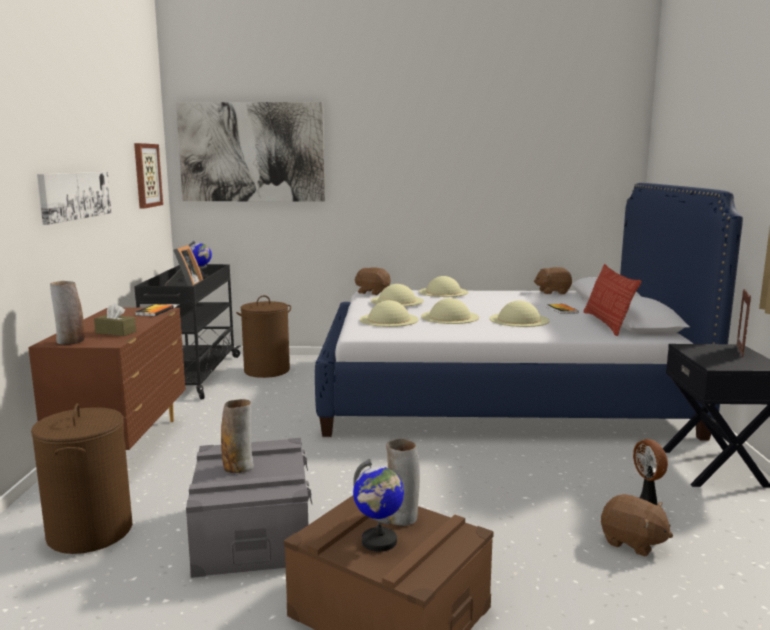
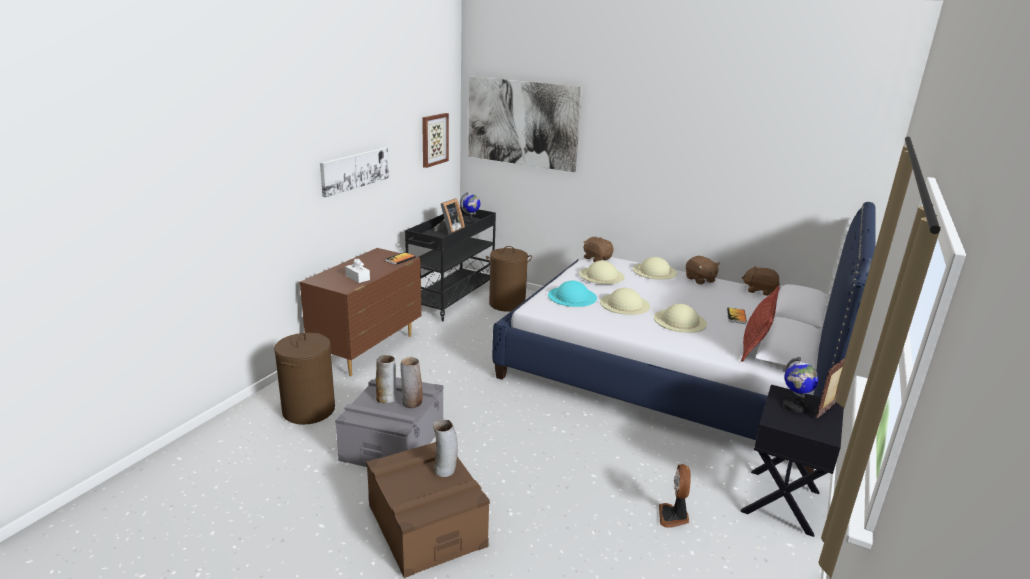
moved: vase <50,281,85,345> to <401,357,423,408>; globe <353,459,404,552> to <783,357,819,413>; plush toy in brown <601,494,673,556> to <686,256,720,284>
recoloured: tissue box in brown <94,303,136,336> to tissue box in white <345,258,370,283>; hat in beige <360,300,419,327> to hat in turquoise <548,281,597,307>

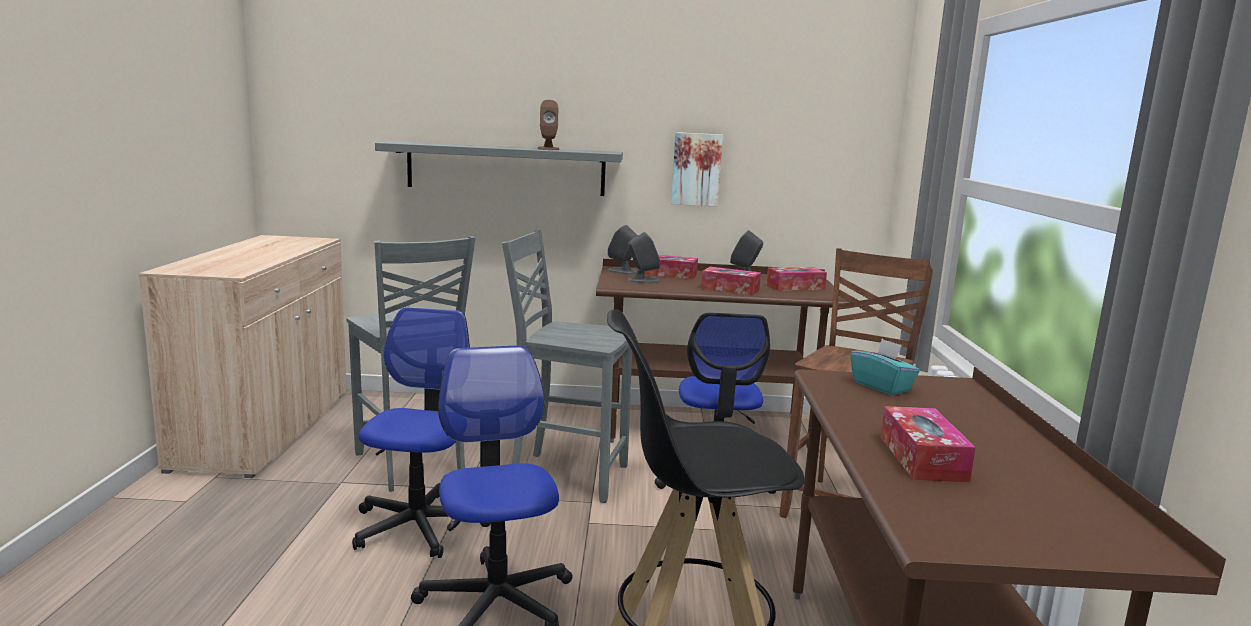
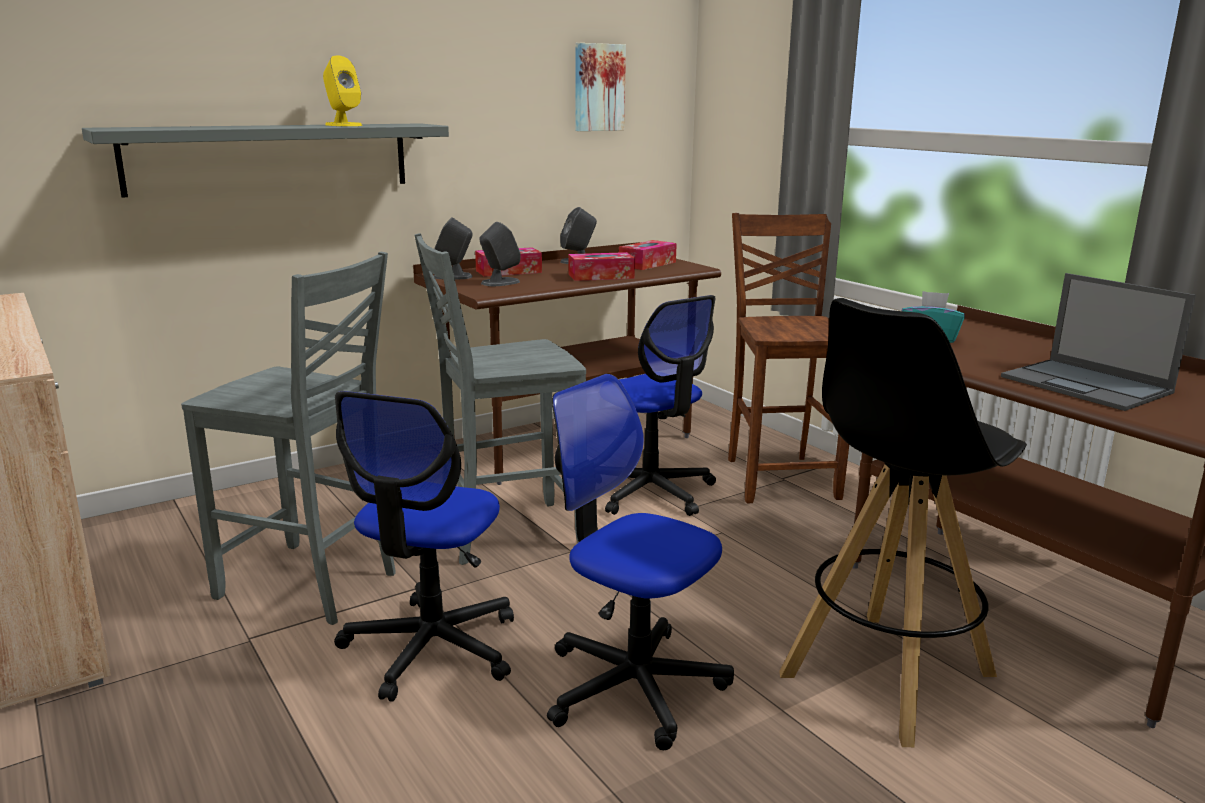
moved: picture <671,132,723,207> to <575,43,626,131>
replaced: tissue box <881,406,976,482> to laptop <1001,273,1196,411>
recoloured: speaker in brown <537,100,560,150> to speaker in yellow <323,55,362,126>
turned: office chair <352,307,491,558> = <334,391,514,702> 135 degrees counterclockwise

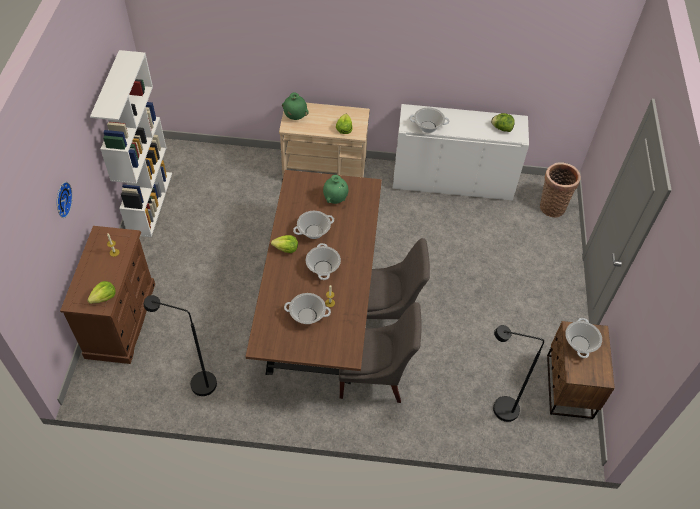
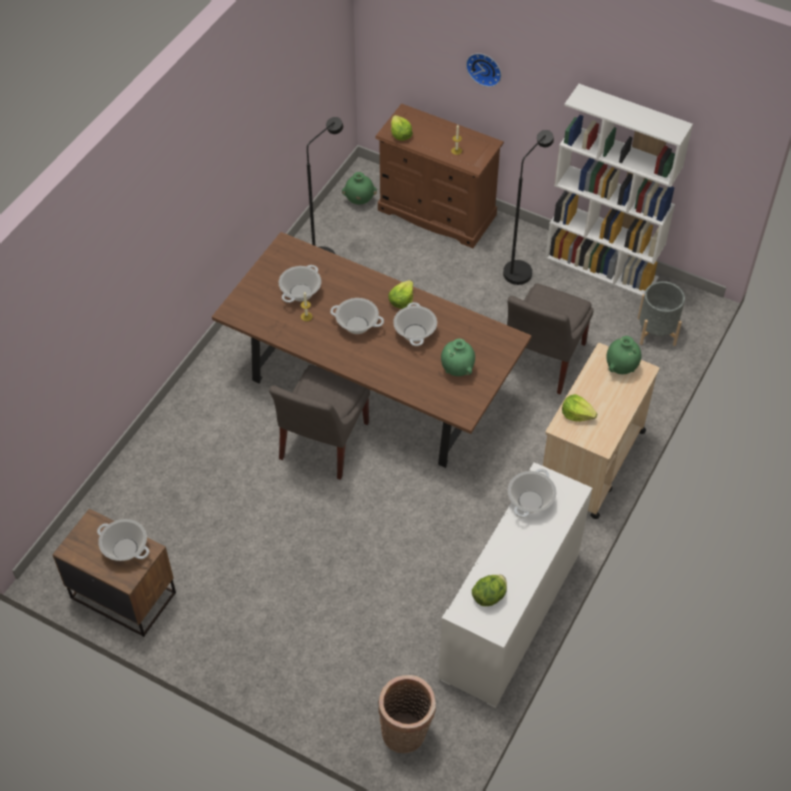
added: vase in green <342,172,377,204>; planter in grey <638,281,685,346>
moved: chair in grey <339,302,421,403> to <507,283,594,394>; floor lamp in black <493,325,544,422> to <503,130,554,285>

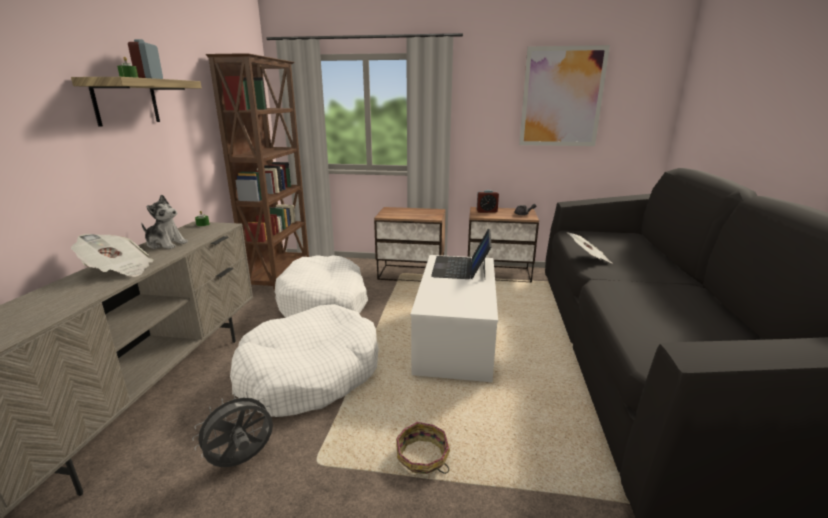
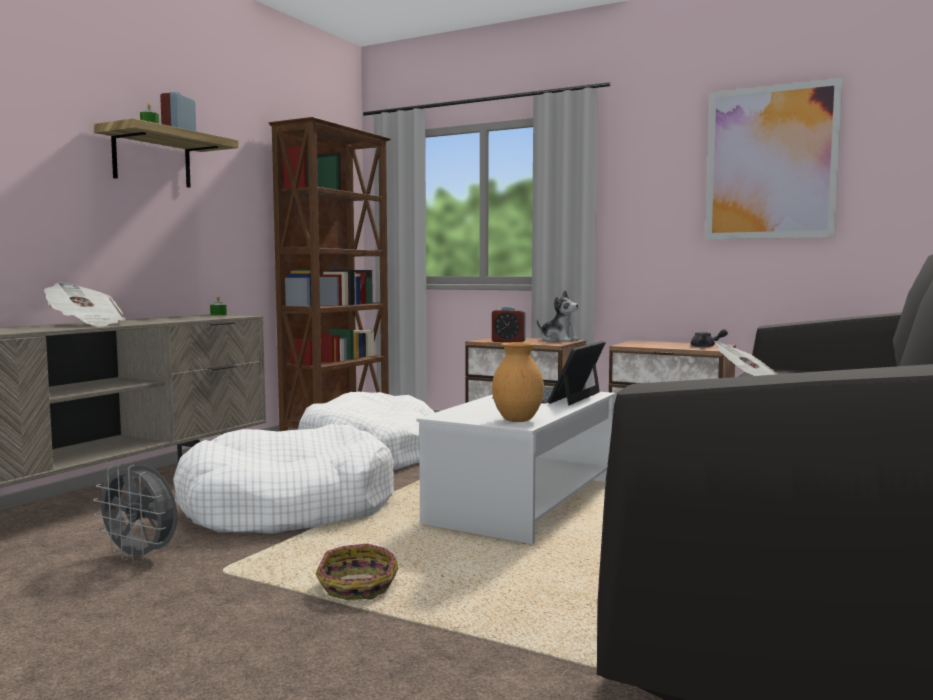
added: vase in brown <492,342,544,422>
moved: plush toy <141,195,188,249> to <537,290,580,342>; alarm clock <477,190,499,213> to <492,307,526,342>
turned: fan in grey <192,392,273,467> = <93,463,177,563> 135 degrees counterclockwise

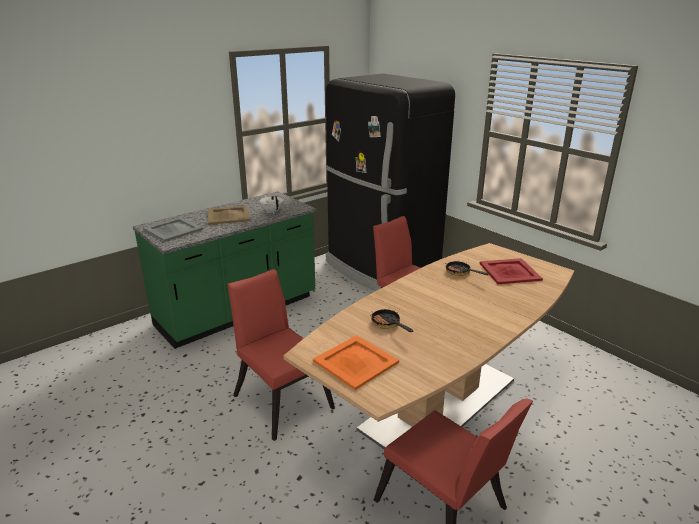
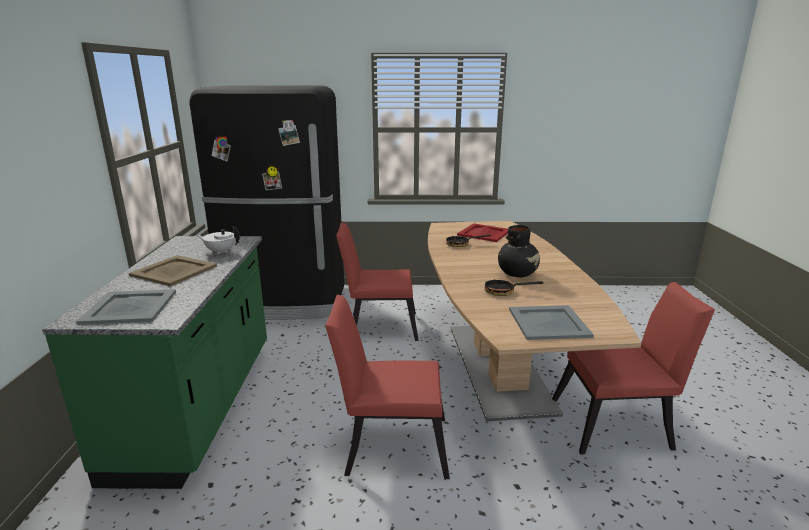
added: vase in black <498,225,540,277>
recoloured: tray in orange <313,335,399,390> to tray in grey <509,305,594,340>

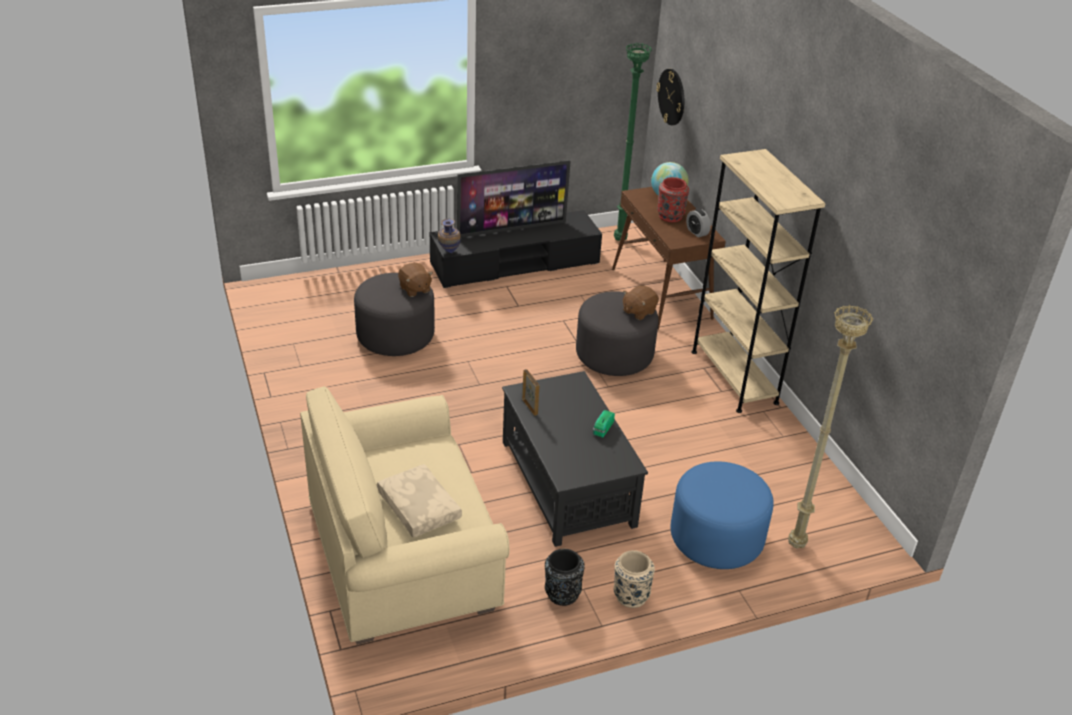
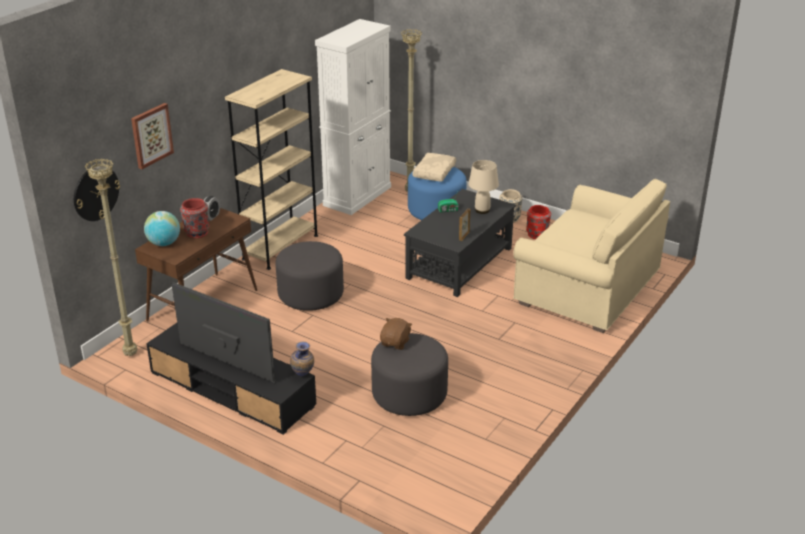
removed: plush toy in brown <623,285,659,320>
added: picture <131,103,174,169>; cabinet in white <315,19,391,215>; table lamp in beige <469,160,499,214>
moved: pillow in beige <377,464,462,537> to <413,153,456,182>
recoloured: vase in black <545,549,585,606> to vase in red <526,205,551,239>; floor lamp in green <614,43,652,241> to floor lamp in beige <85,159,138,356>

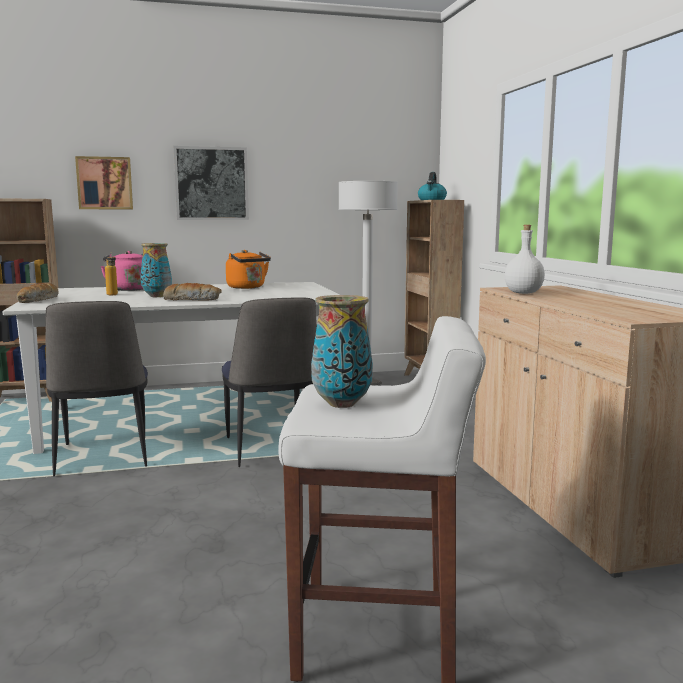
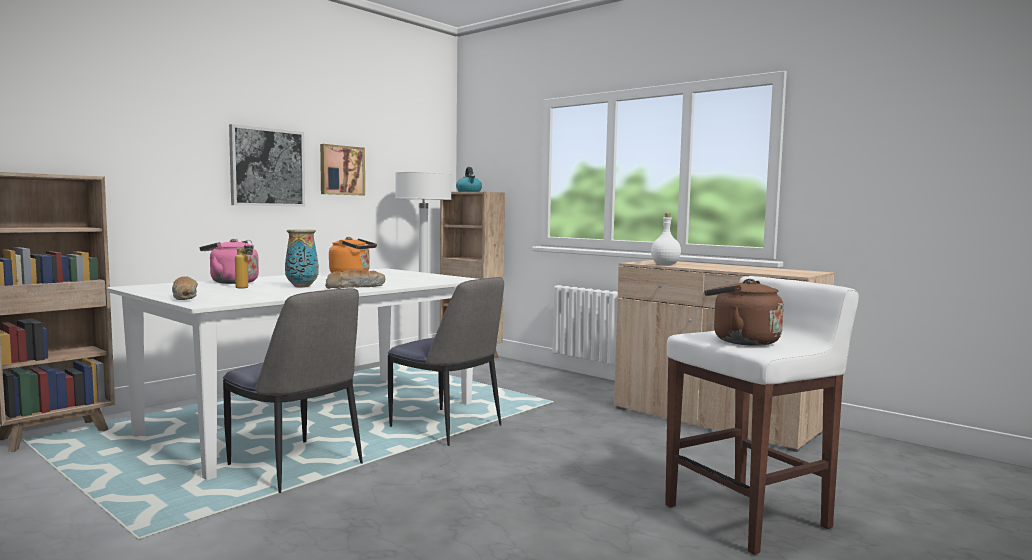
moved: picture <75,156,133,209> to <320,144,365,195>
replaced: vase <311,295,373,408> to kettle in brown <704,279,784,346>

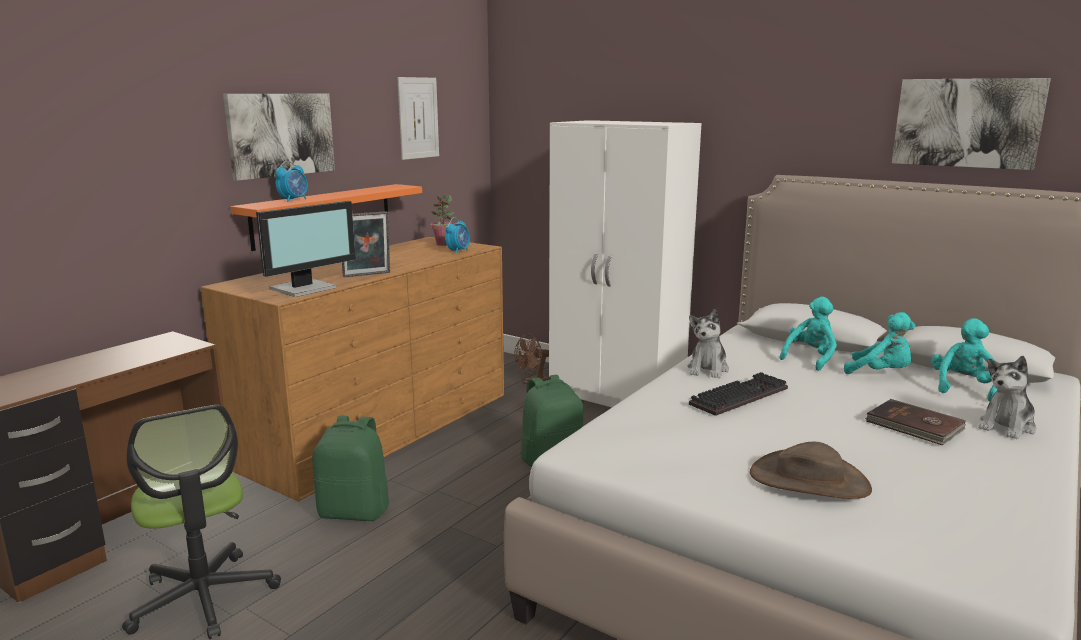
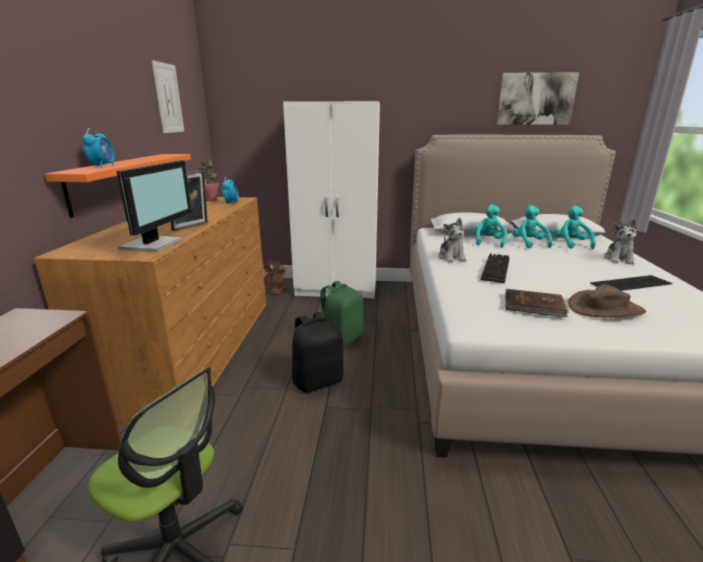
removed: picture <223,94,335,181>; backpack in green <312,415,389,521>
added: backpack in black <292,312,344,393>; keyboard <590,275,672,291>
moved: book in brown <865,399,966,445> to <505,289,570,317>
turned: plush toy in turquoise <844,312,915,374> = <512,205,552,248> 105 degrees counterclockwise

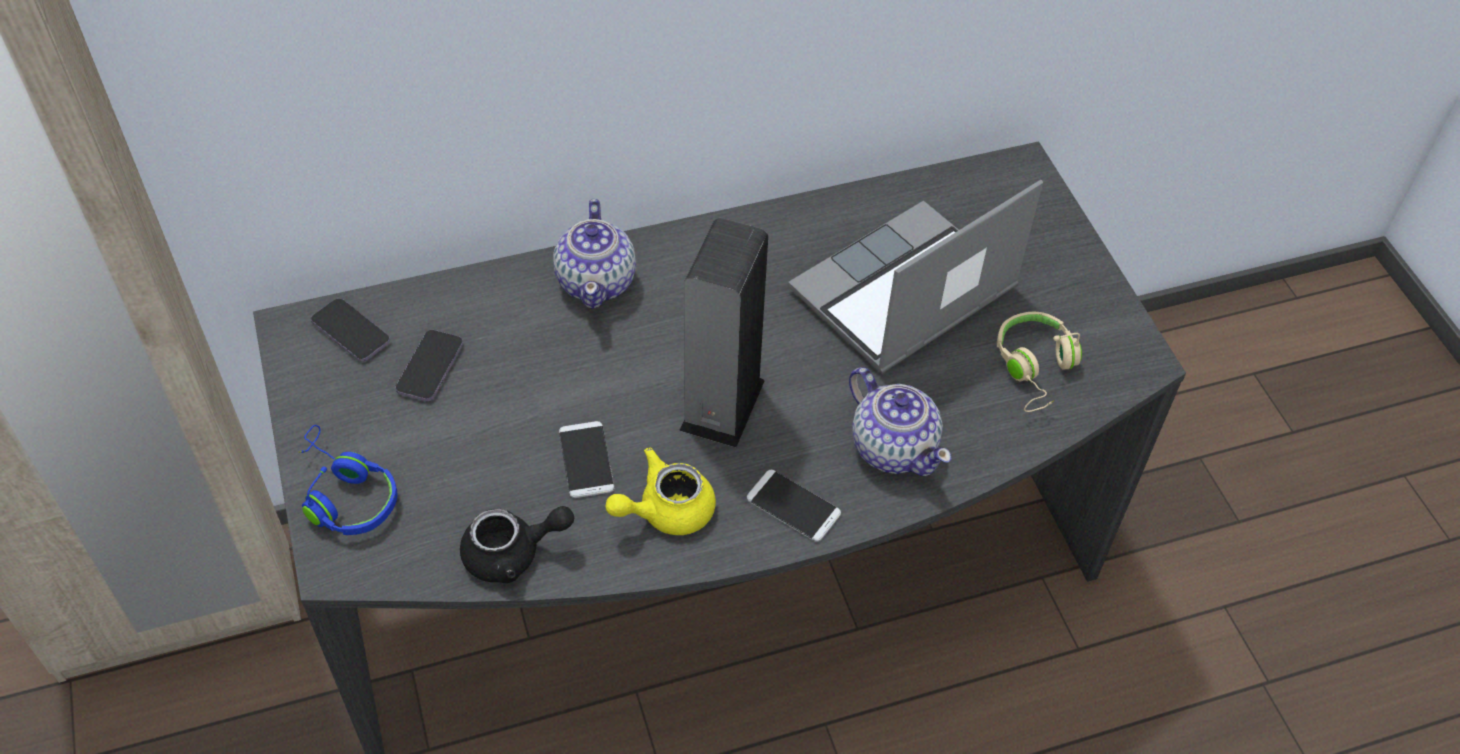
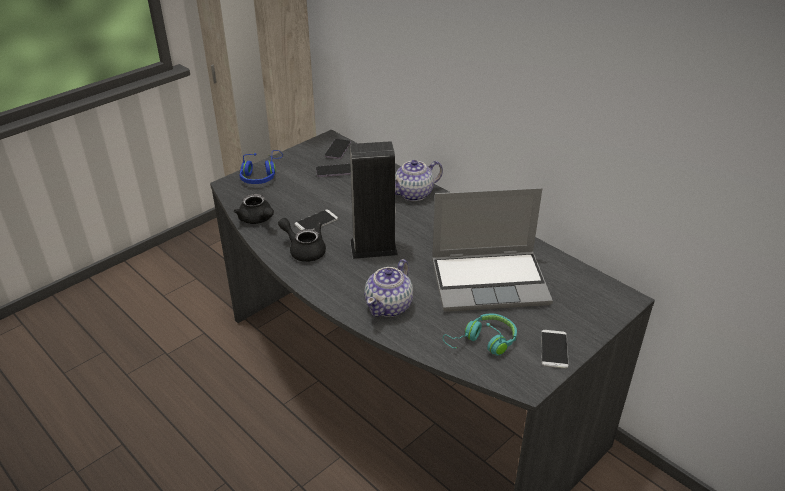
moved: phone <747,470,841,542> to <541,330,569,368>
recoloured: teapot in yellow <606,448,716,535> to teapot in black <278,218,326,262>; headphones in beige <997,312,1082,412> to headphones in turquoise <443,314,517,356>
turned: laptop <788,180,1043,373> = <432,188,553,312> 150 degrees clockwise

